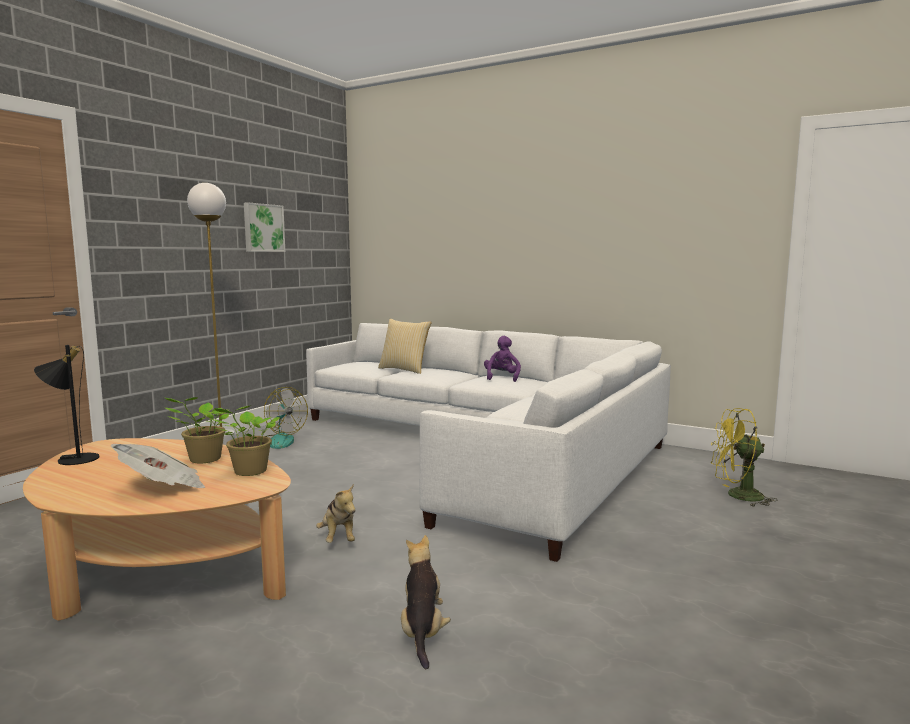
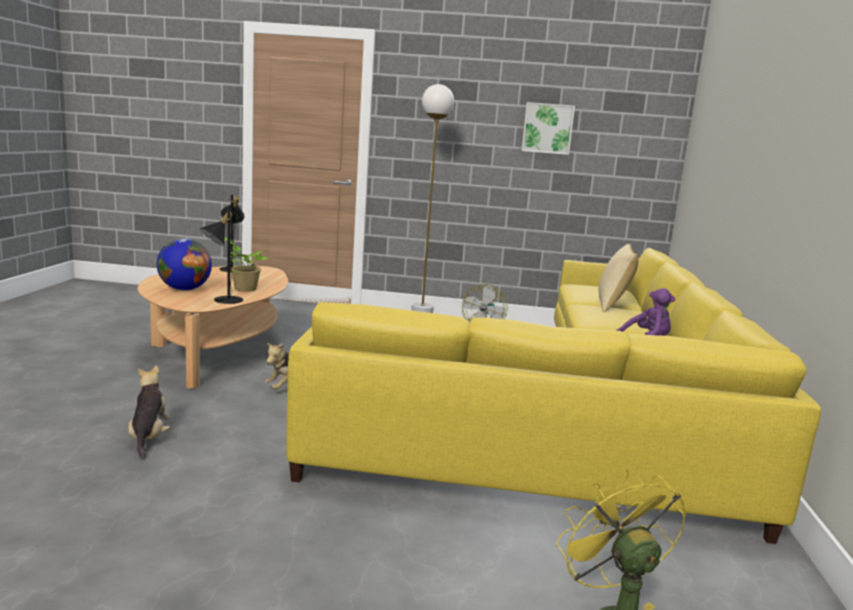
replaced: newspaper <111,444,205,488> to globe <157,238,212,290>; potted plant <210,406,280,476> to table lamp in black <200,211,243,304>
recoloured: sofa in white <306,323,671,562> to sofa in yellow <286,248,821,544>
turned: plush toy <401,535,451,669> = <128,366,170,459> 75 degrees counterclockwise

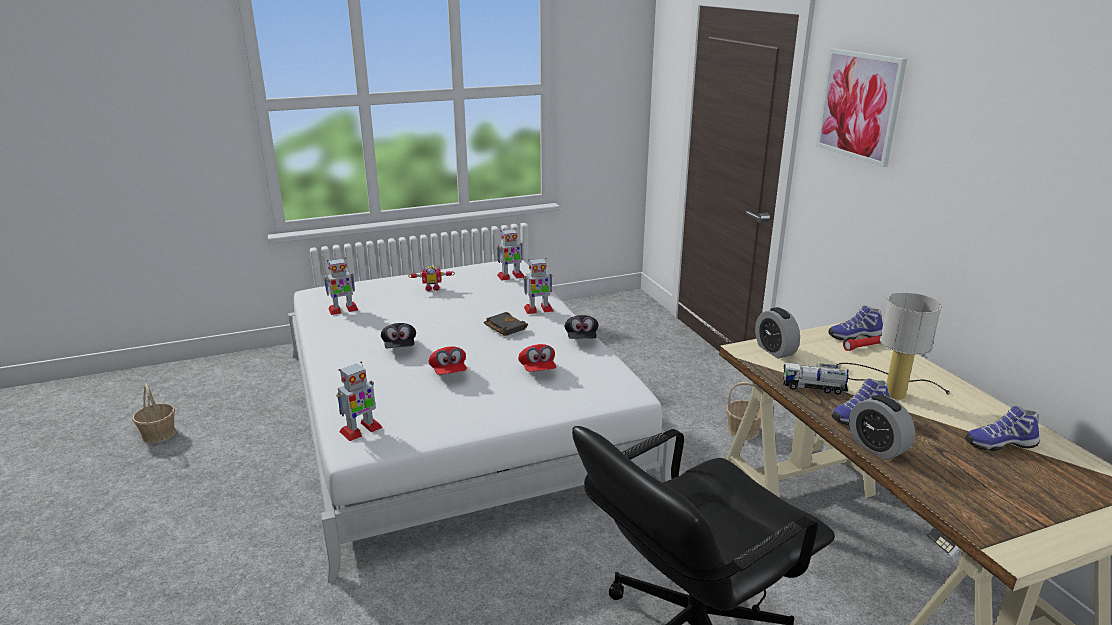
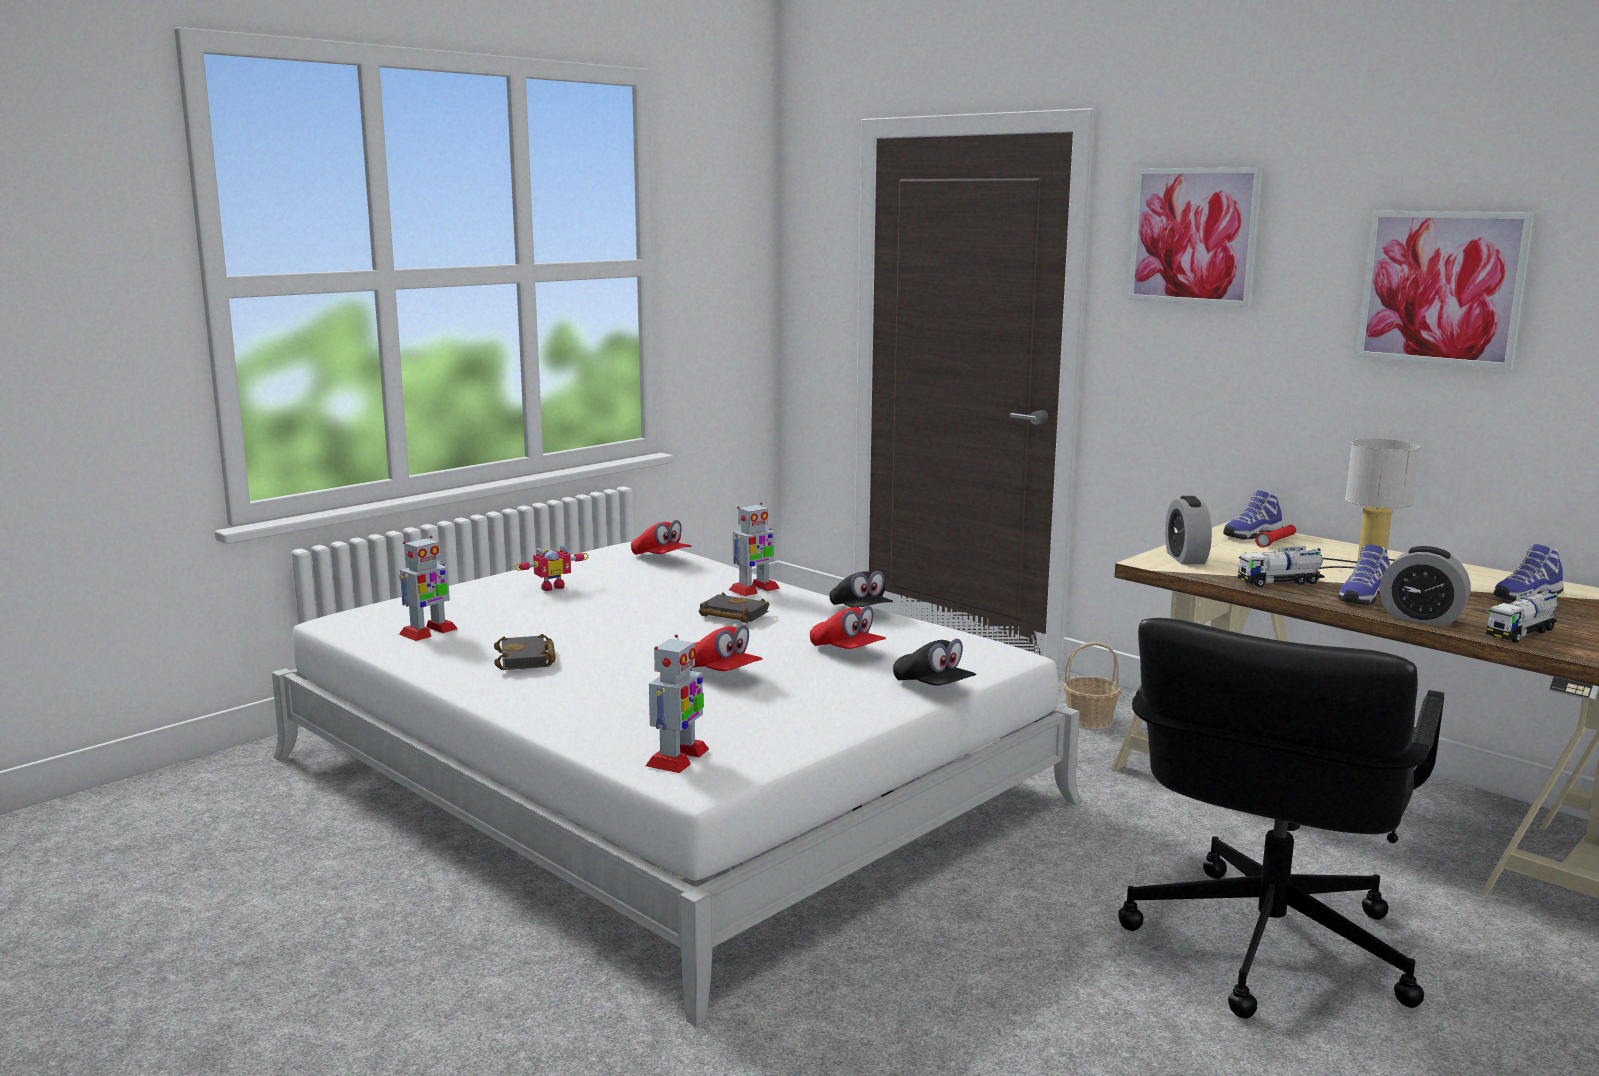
removed: basket <132,384,176,443>
added: book in black <494,634,556,670>; picture <1356,211,1535,370>; toy truck <1486,589,1558,643>
moved: cap in black <381,323,416,348> to <893,639,976,686>
replaced: toy robot <497,228,524,281> to cap in red <631,520,692,555>
turned: alarm clock <755,307,800,359> = <1165,496,1212,564> 45 degrees clockwise

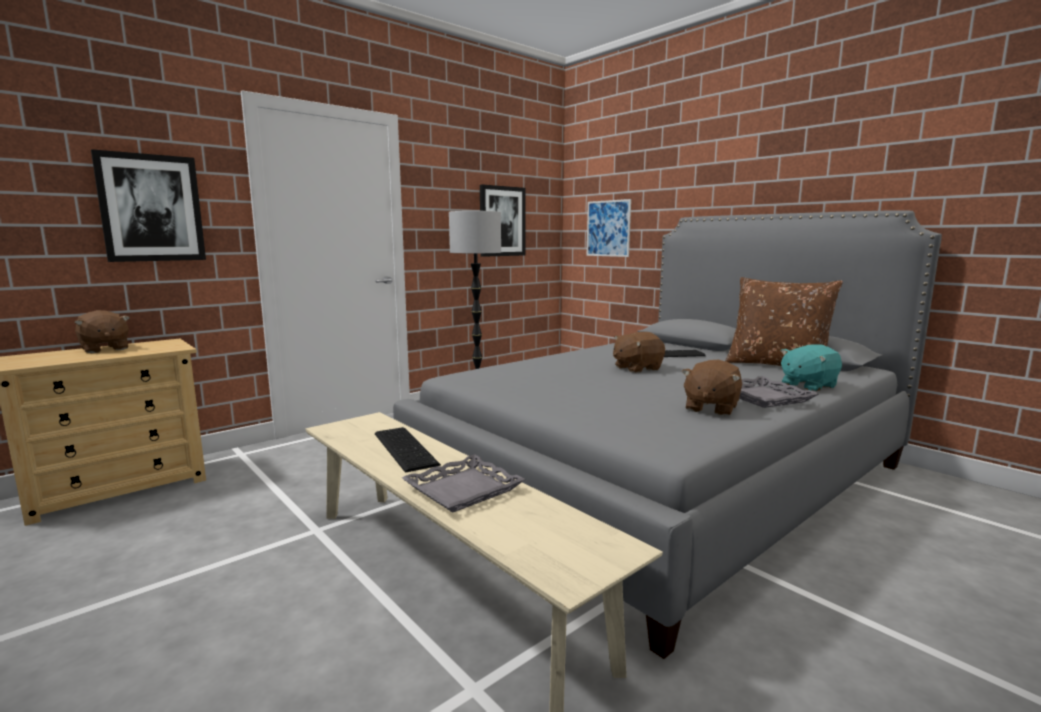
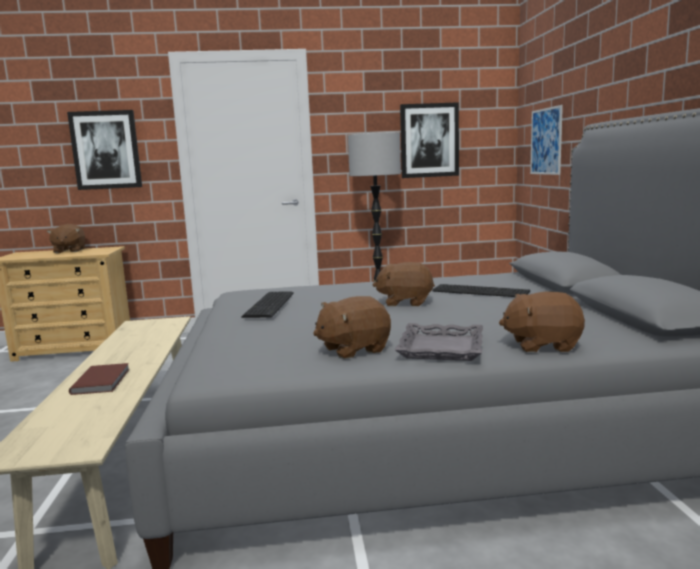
removed: pillow in brown <725,277,843,366>
moved: keyboard <375,427,441,473> to <241,291,294,318>
replaced: tray in grey <402,454,525,513> to book in brown <69,363,130,395>
recoloured: plush toy in turquoise <781,344,842,391> to plush toy in brown <499,292,585,352>

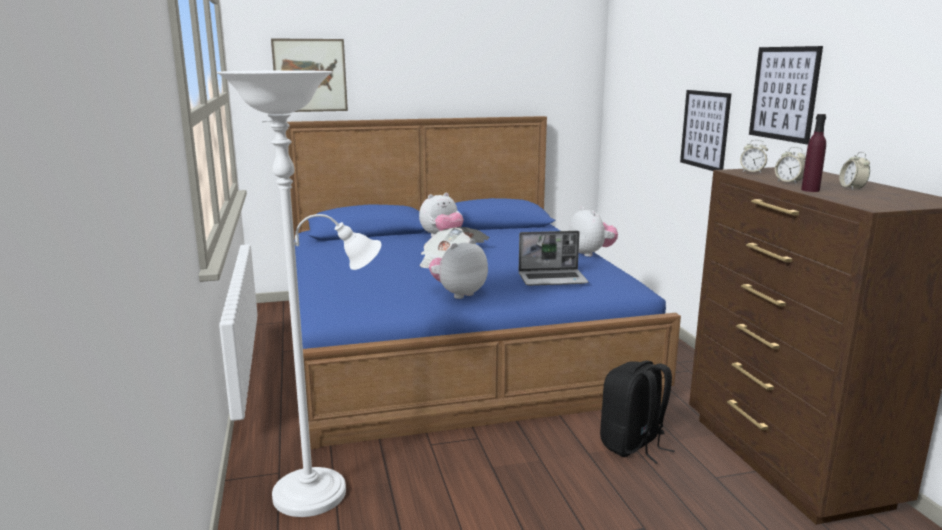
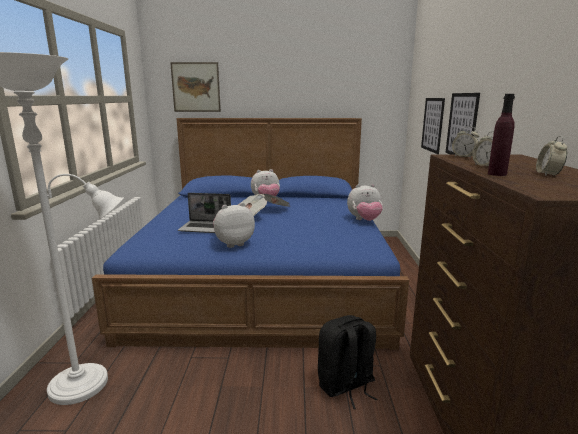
moved: laptop <519,231,589,286> to <178,193,231,233>; picture <749,46,823,144> to <421,98,445,154>
turned: plush toy <569,207,618,257> = <347,184,383,221> 90 degrees clockwise

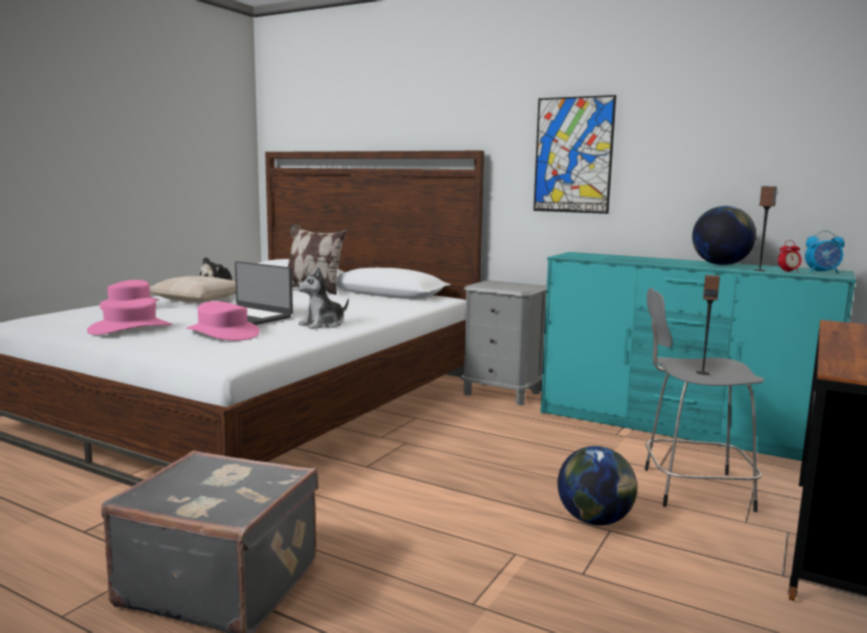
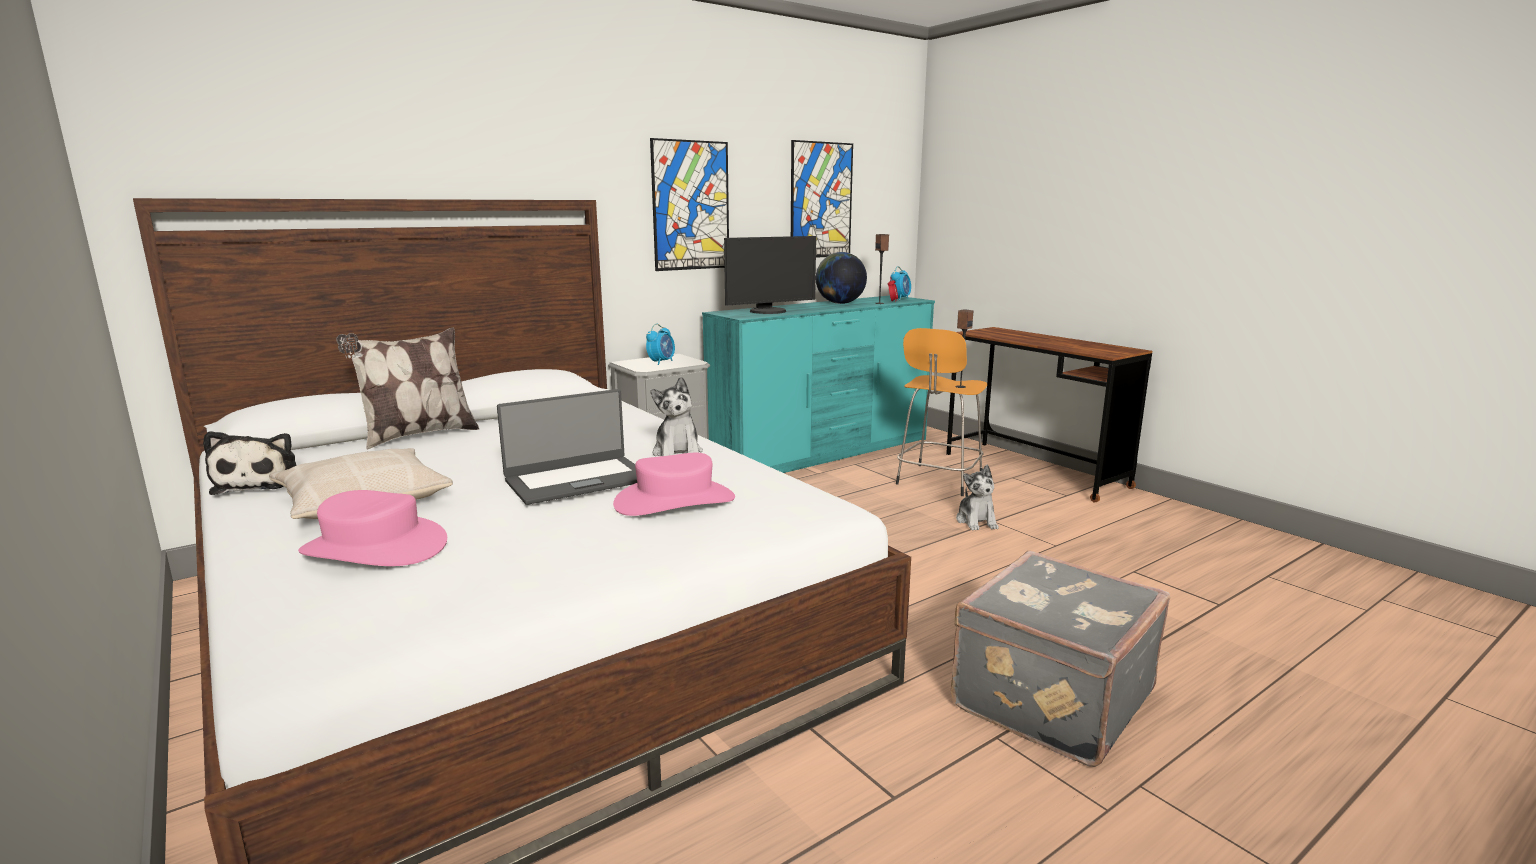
removed: hat in pink <87,298,172,335>
added: alarm clock <646,324,675,365>; monitor <724,236,816,314>; picture <791,140,853,258>
replaced: globe <558,446,637,526> to plush toy <956,465,999,531>
recoloured: stool in grey <645,287,764,512> to stool in orange <896,328,987,496>

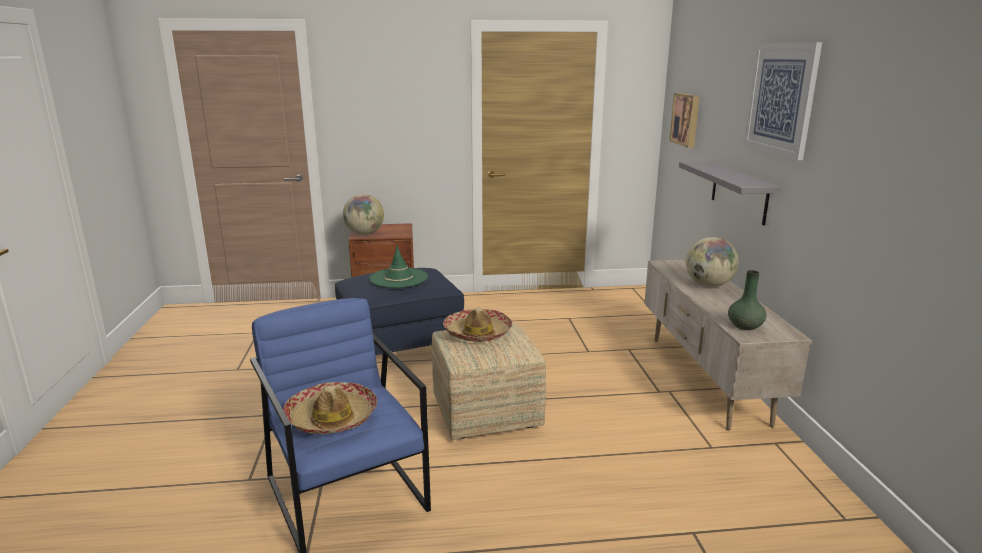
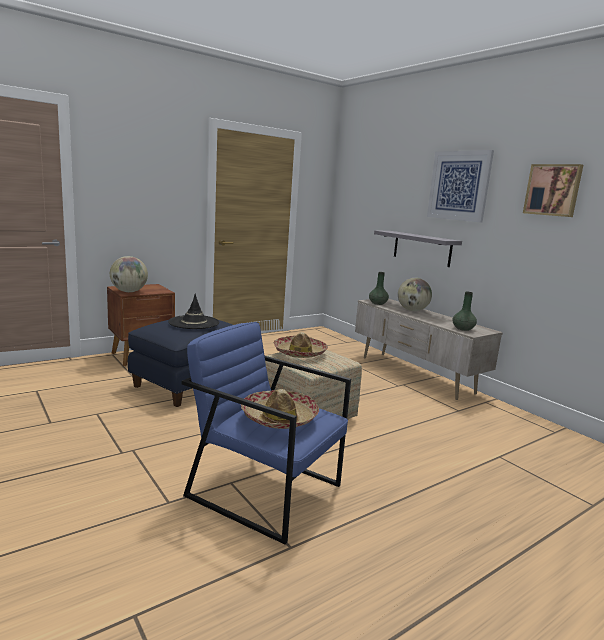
added: vase in green <369,272,389,305>
moved: picture <669,93,699,148> to <523,164,583,217>
recoloured: hat in green <369,245,428,288> to hat in black <168,294,219,329>

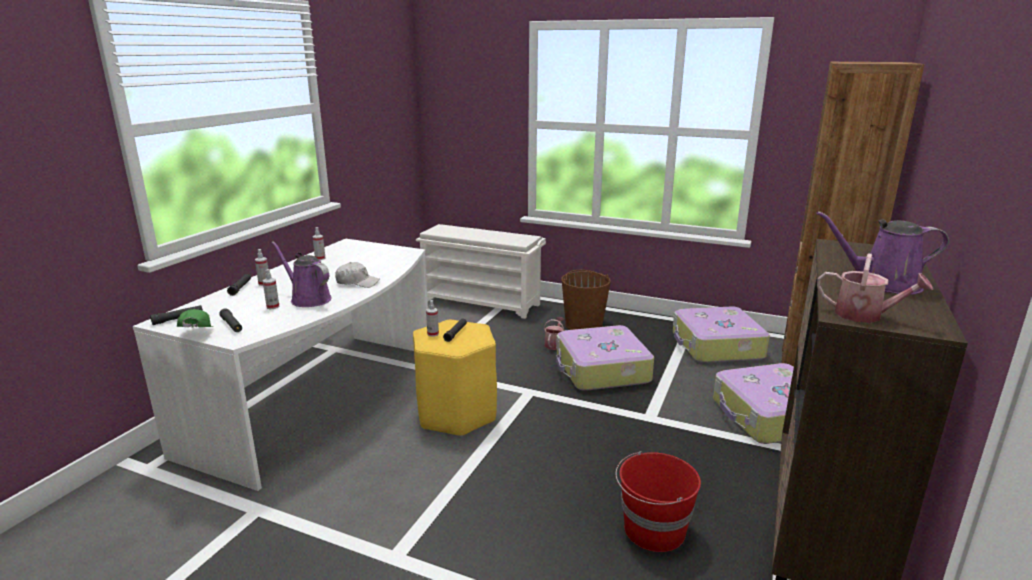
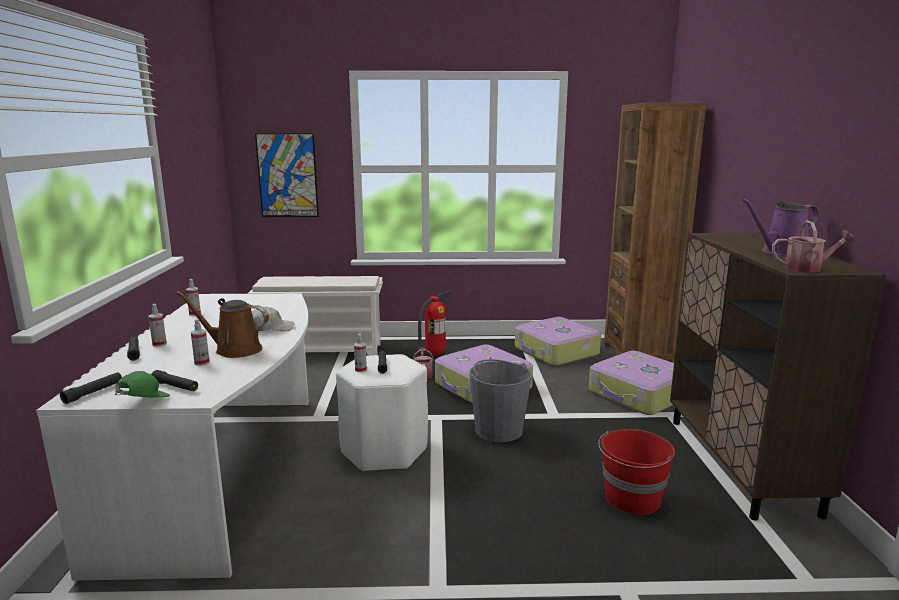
added: picture <255,133,319,217>; bucket in grey <469,359,532,442>
replaced: bucket in brown <561,270,611,330> to fire extinguisher <418,290,452,355>
recoloured: watering can in purple <271,241,331,307> to watering can in brown <176,291,269,358>; stool in yellow <413,320,497,437> to stool in white <336,354,428,472>
turned: cap in green <177,309,213,327> = <115,371,170,398> 60 degrees clockwise

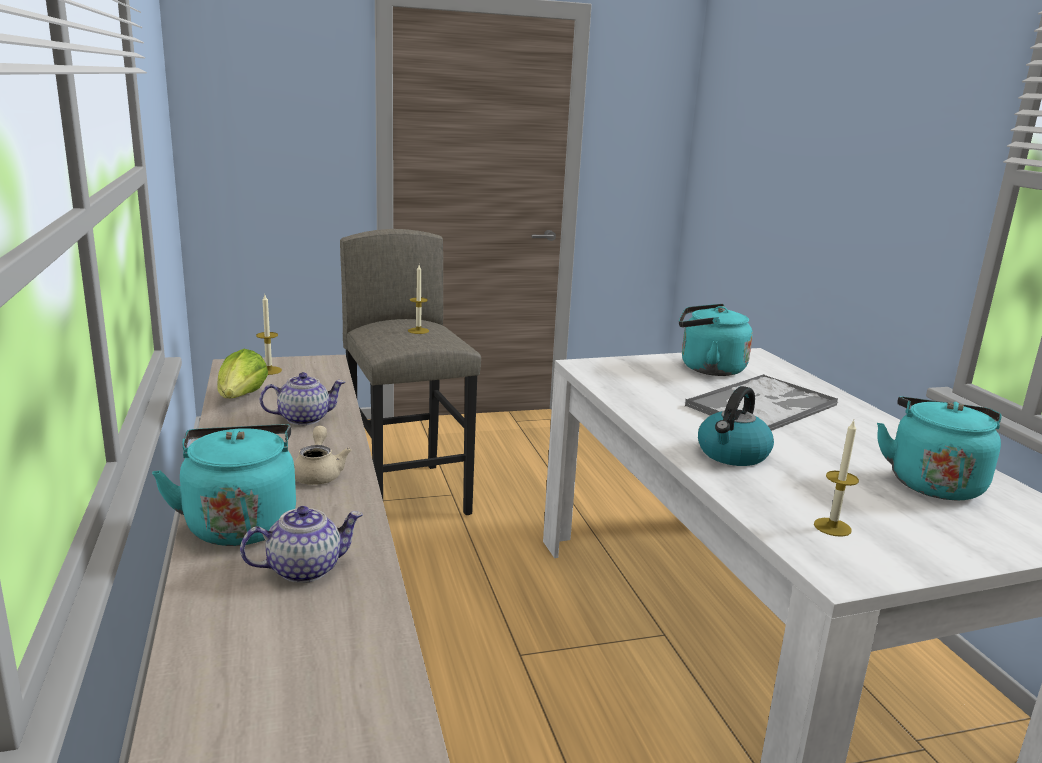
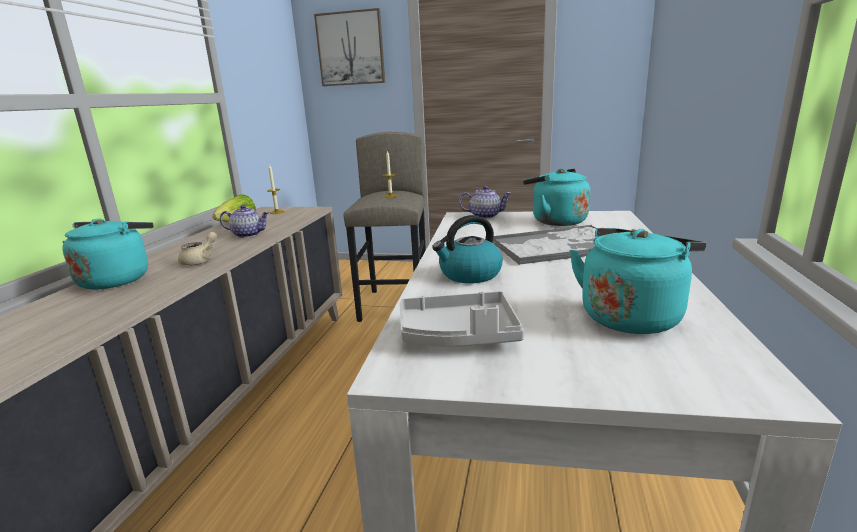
added: picture <314,8,385,86>
moved: teapot <240,506,363,583> to <459,186,512,219>
replaced: candle <814,420,859,537> to tray in grey <399,291,524,347>

